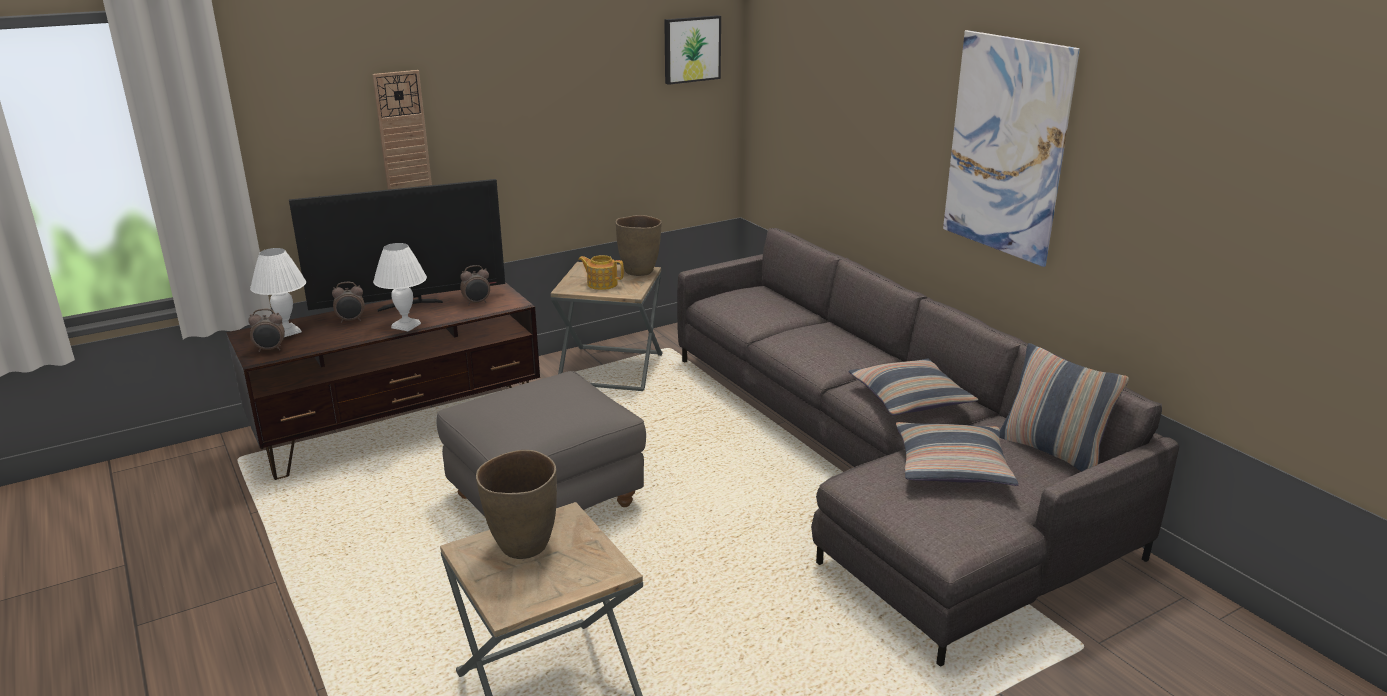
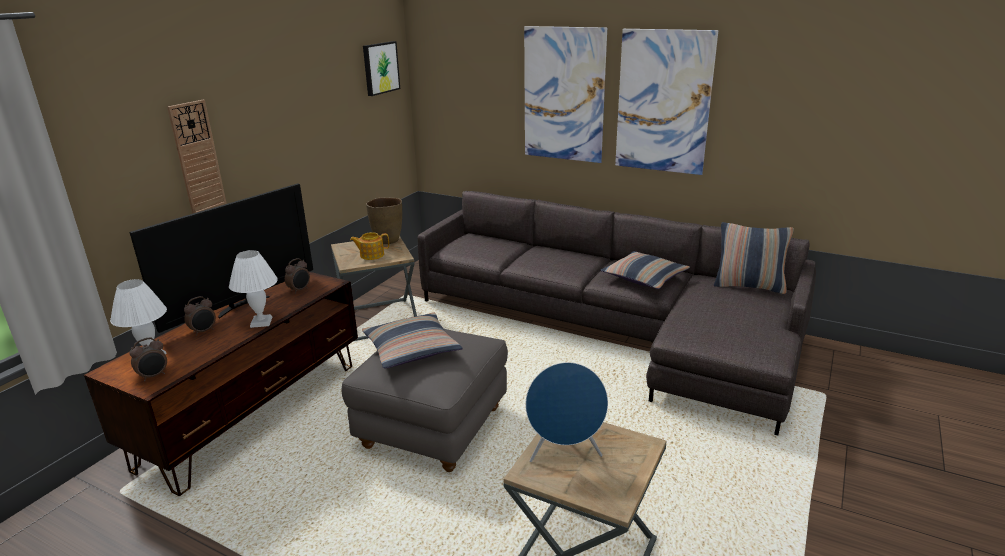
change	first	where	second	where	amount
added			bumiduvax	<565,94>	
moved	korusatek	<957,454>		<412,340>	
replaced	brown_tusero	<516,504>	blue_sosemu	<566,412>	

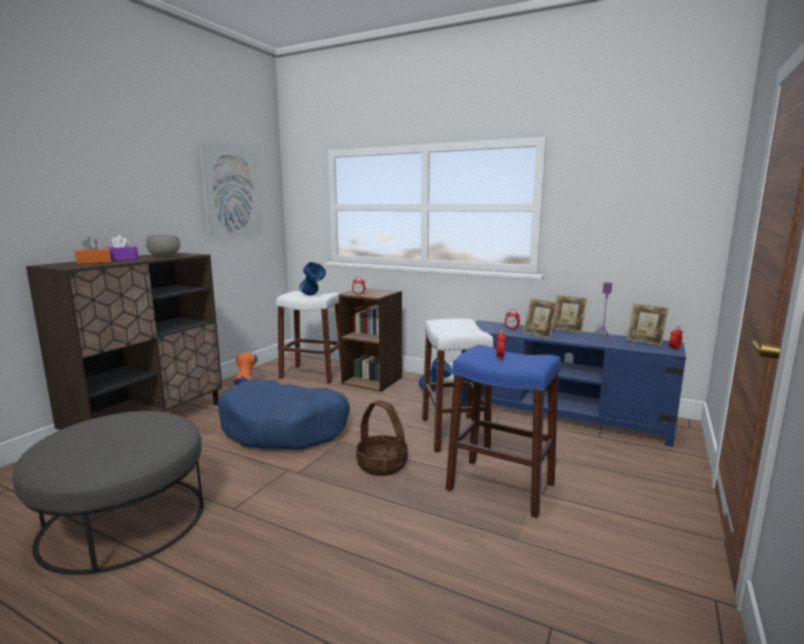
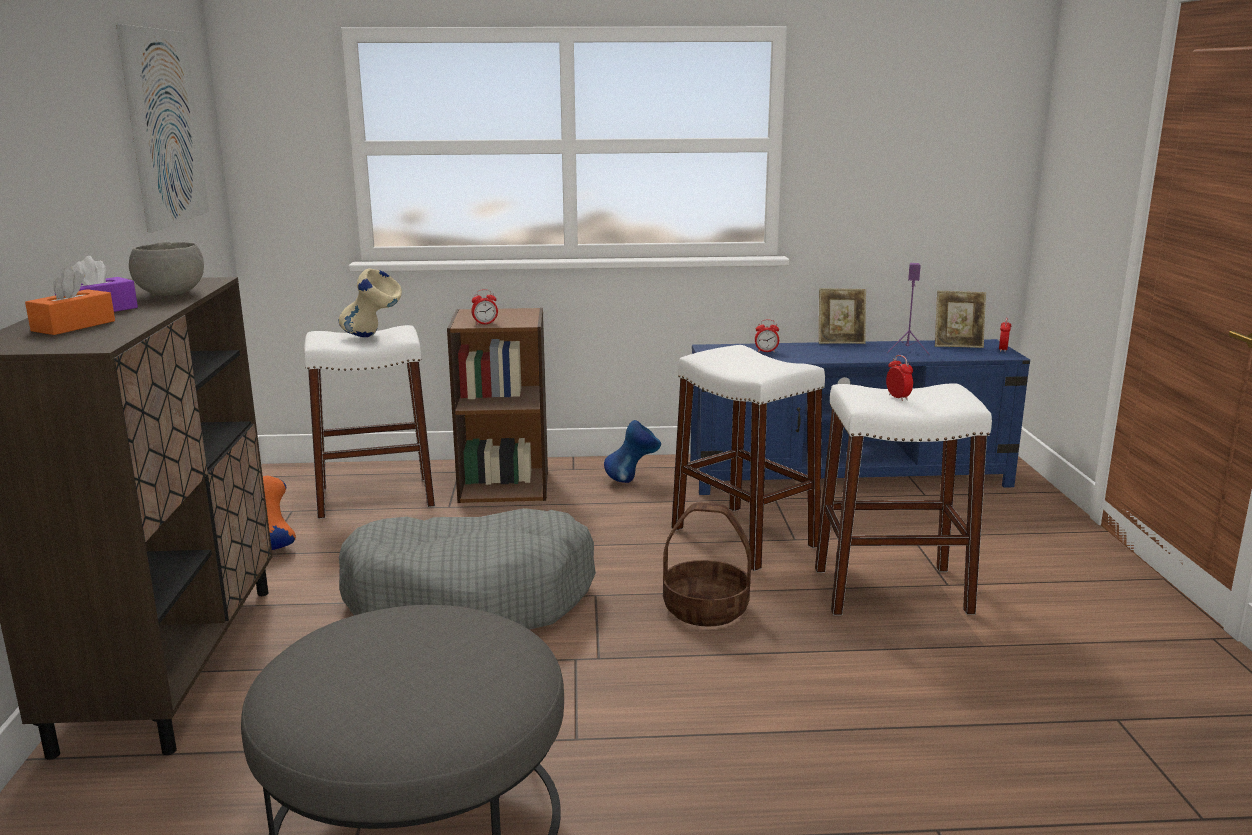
change	first	where	second	where	amount
removed	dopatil	<541,318>			
recoloured	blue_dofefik	<283,414>	grey_dofefik	<467,569>	
recoloured	blue_tusero	<312,278>	beige_tusero	<370,302>	
recoloured	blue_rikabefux	<503,431>	white_rikabefux	<903,499>	

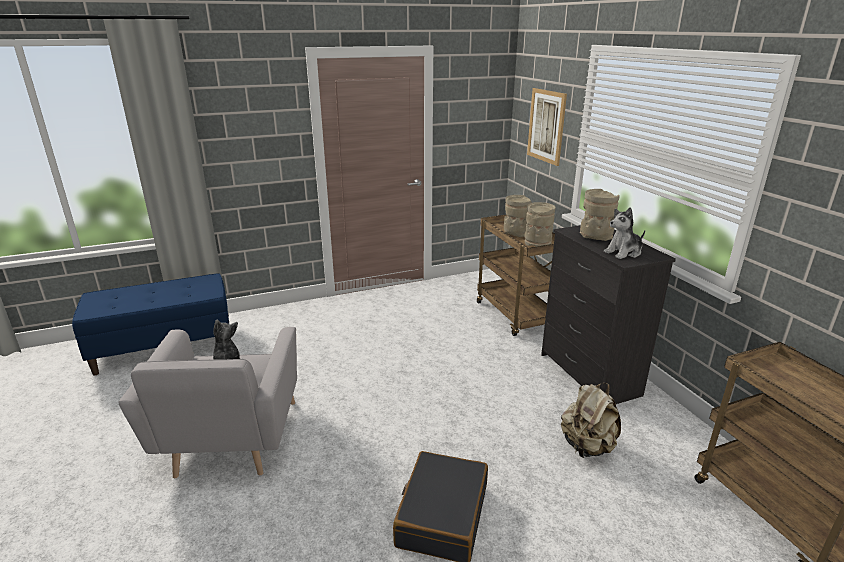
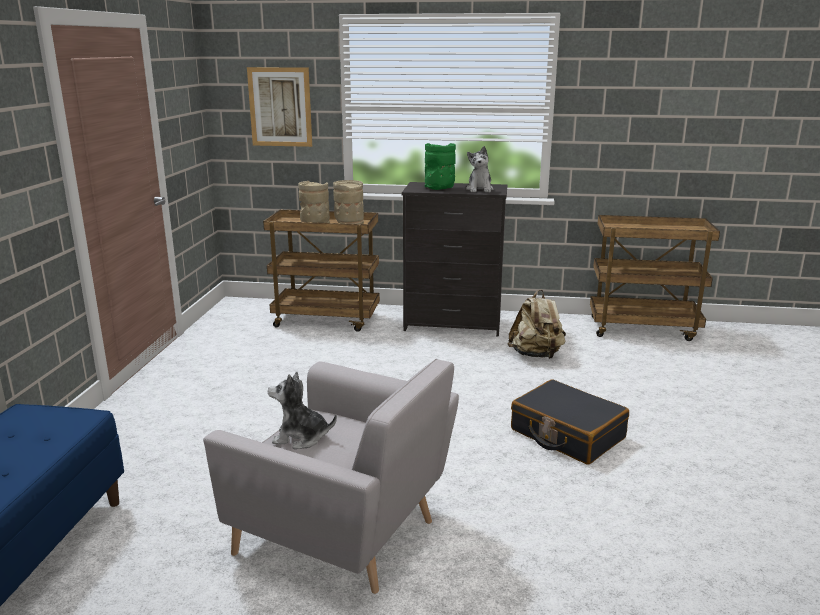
change	first	where	second	where	amount
recoloured	beige_tusero	<600,215>	green_tusero	<440,166>	

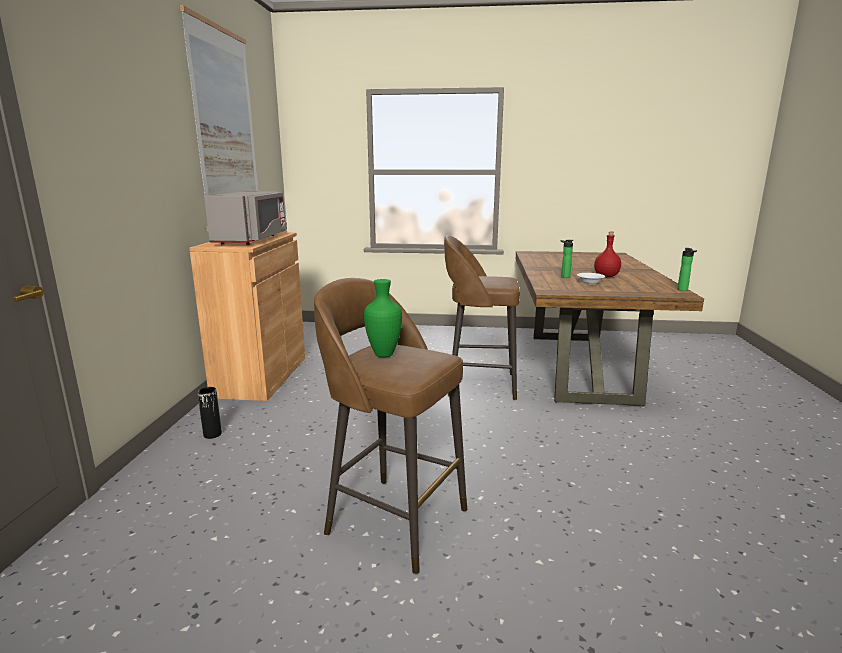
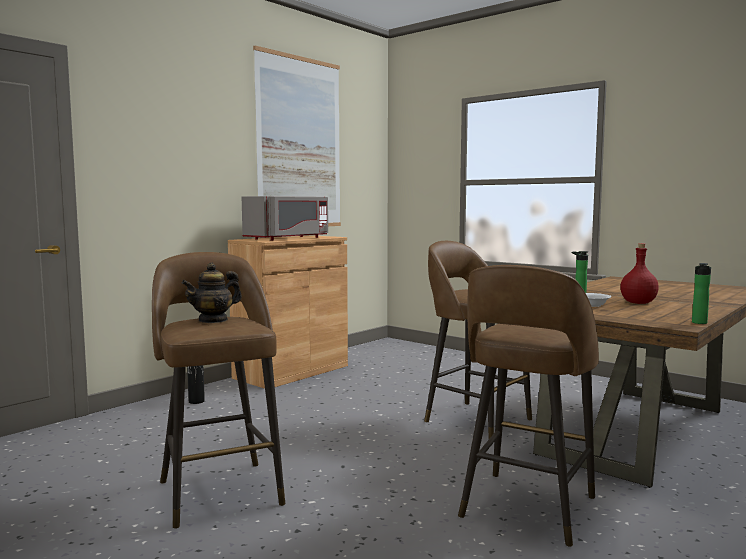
change	first	where	second	where	amount
added			brown_rikabefux	<528,406>	
replaced	green_tusero	<383,318>	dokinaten	<212,293>	

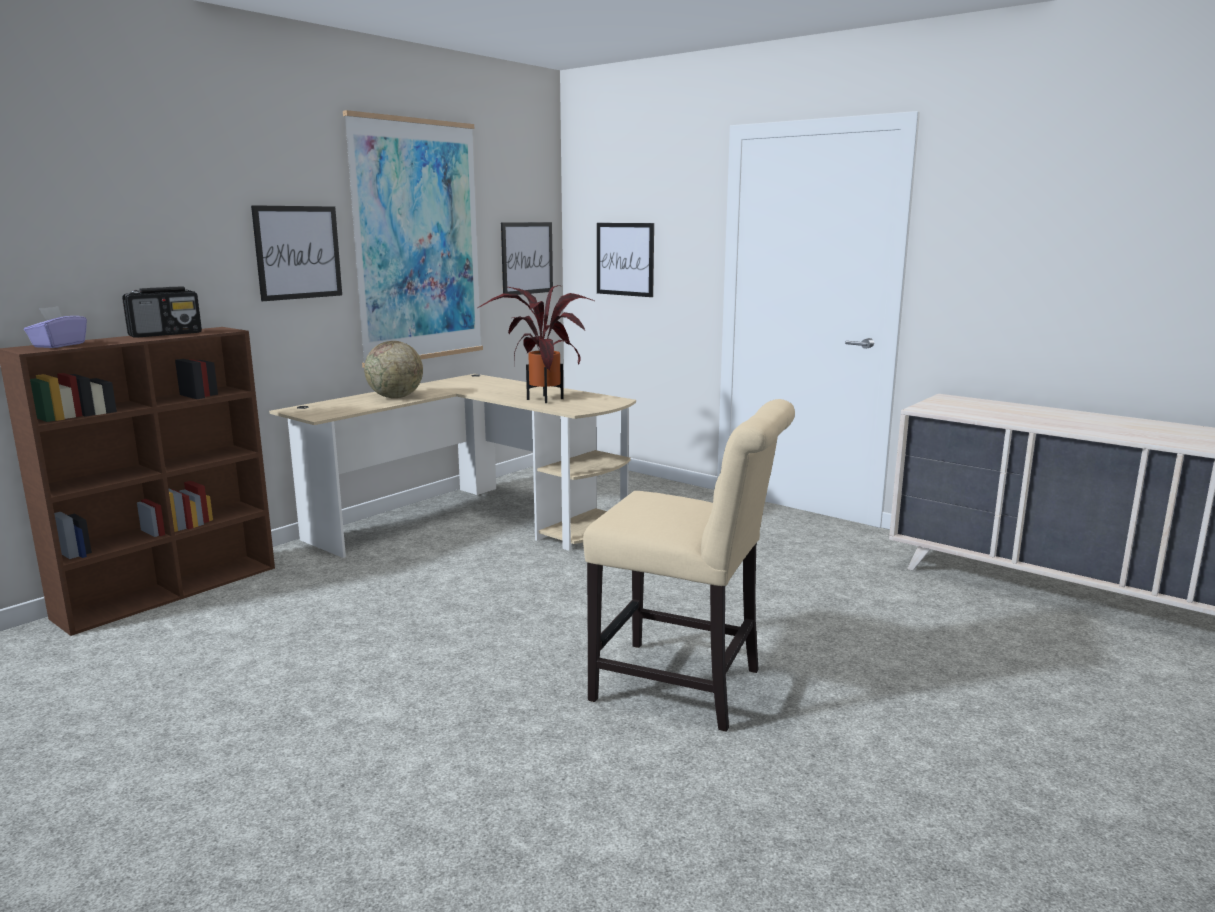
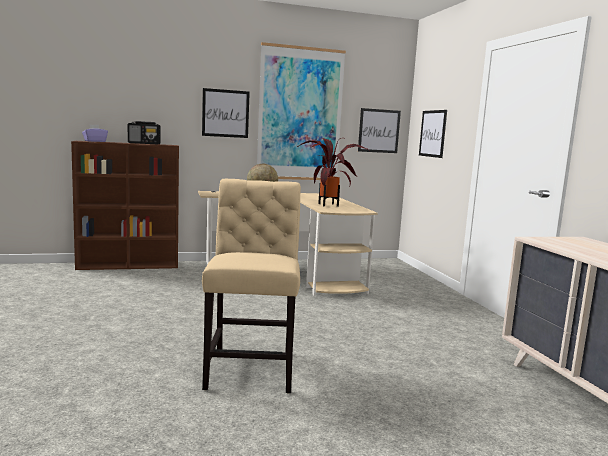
change	first	where	second	where	amount
turned	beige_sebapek	<689,565>		<251,286>	150 degrees counterclockwise

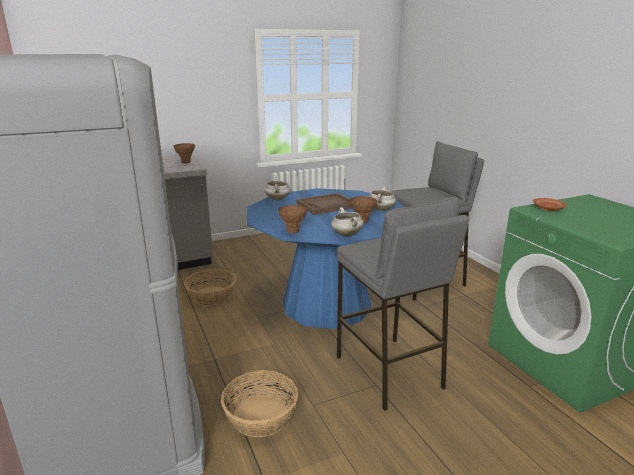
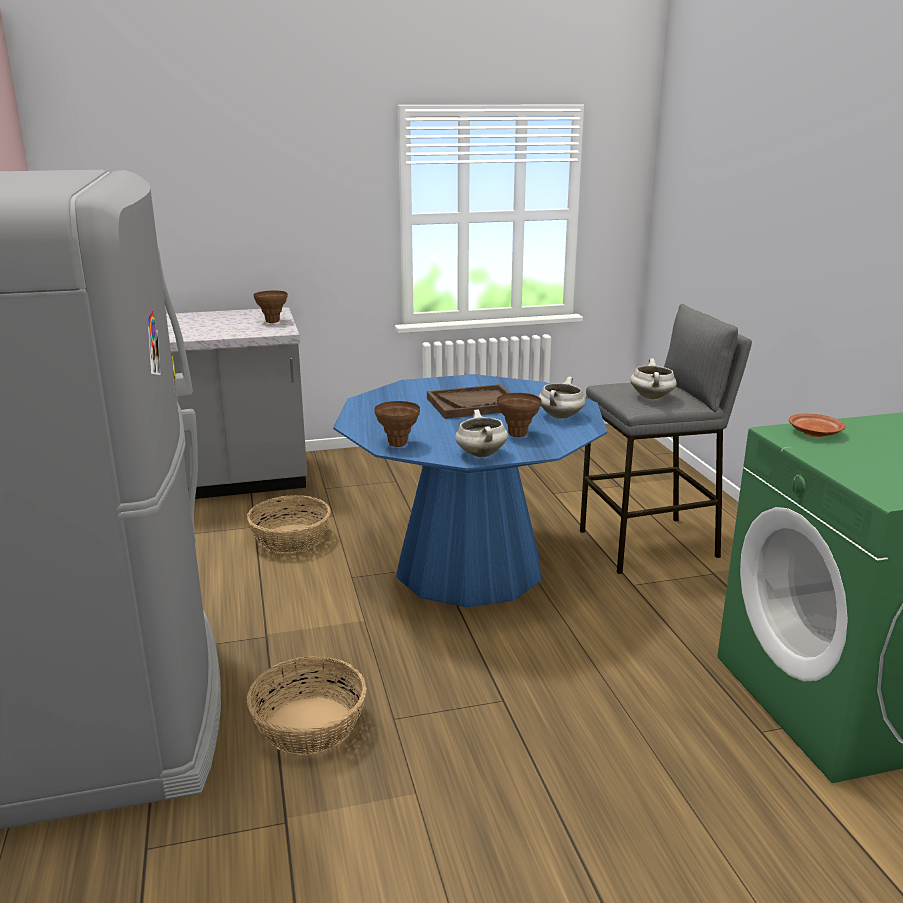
change	first	where	second	where	amount
removed	grey_rikabefux	<403,304>			
moved	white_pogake	<277,188>		<653,378>	

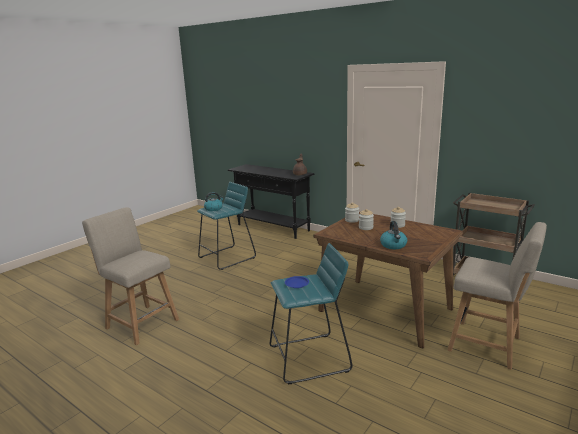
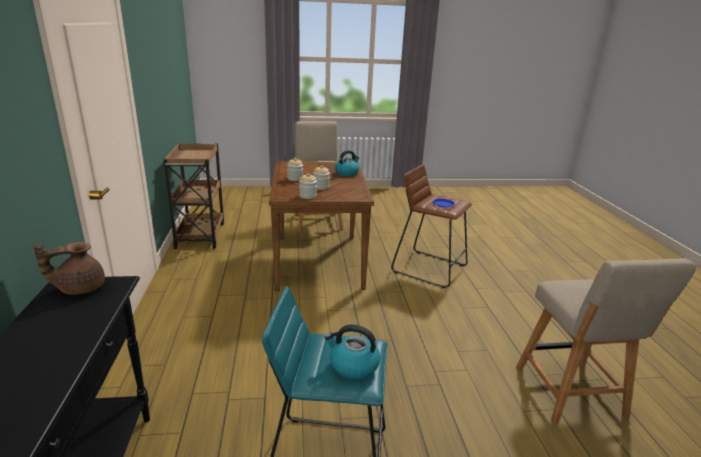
change	first	where	second	where	amount
recoloured	turquoise_rikabefux	<311,313>	brown_rikabefux	<431,226>	

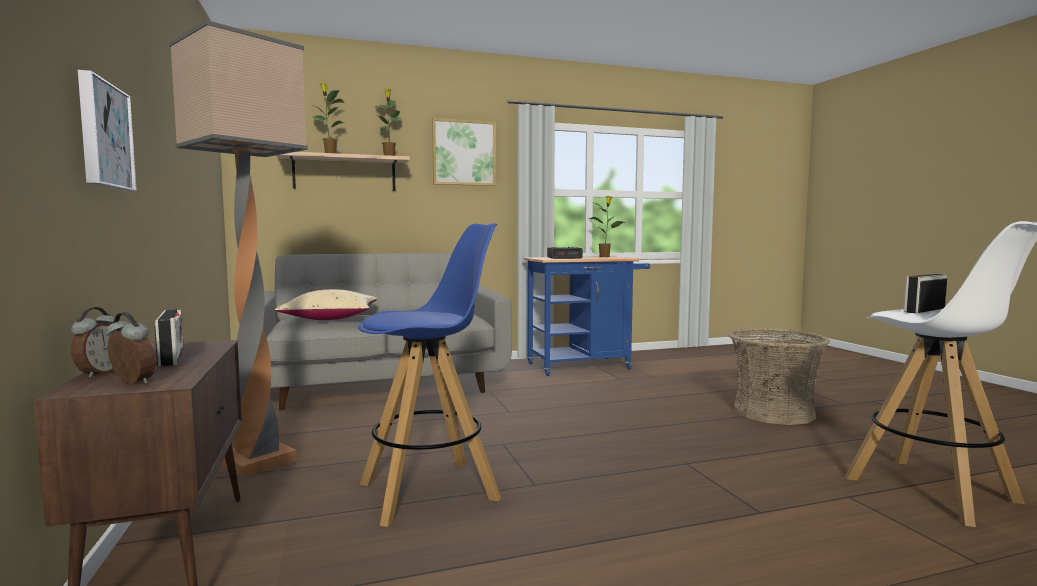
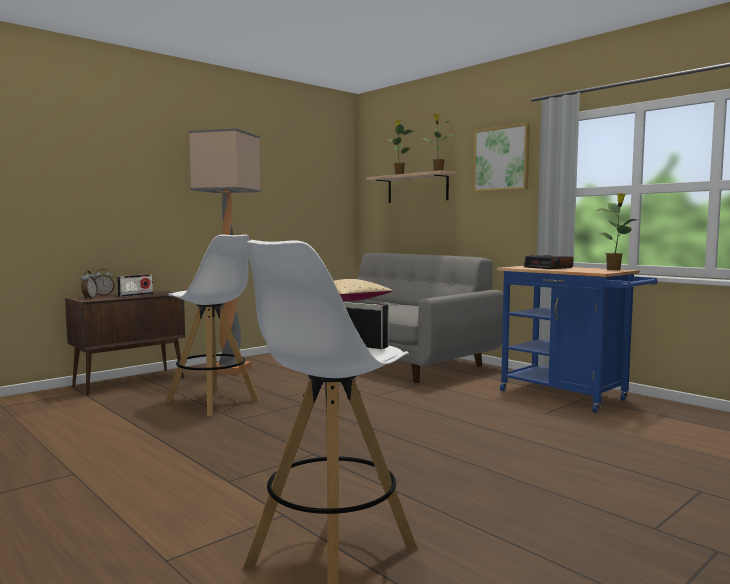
change	first	where	second	where	amount
removed	bumiduvax	<107,130>			
removed	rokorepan	<779,376>			
recoloured	blue_rikabefux	<429,375>	white_rikabefux	<212,325>	

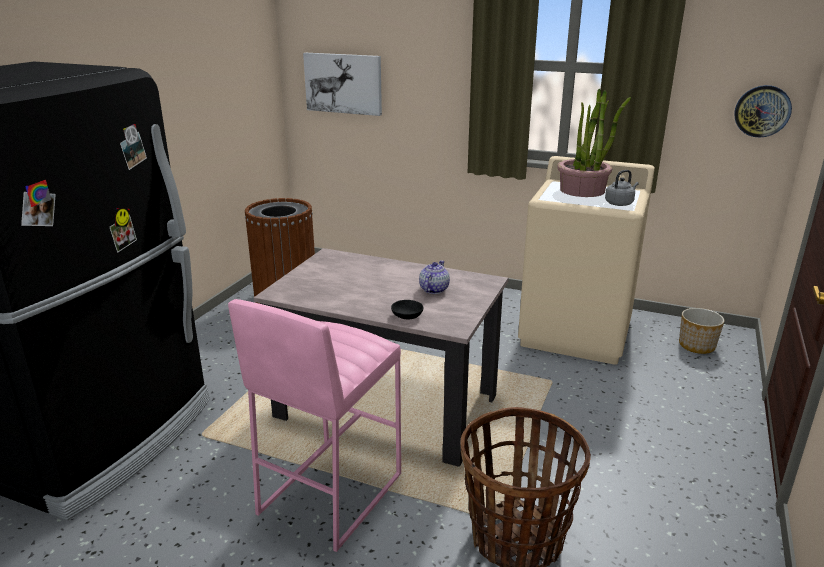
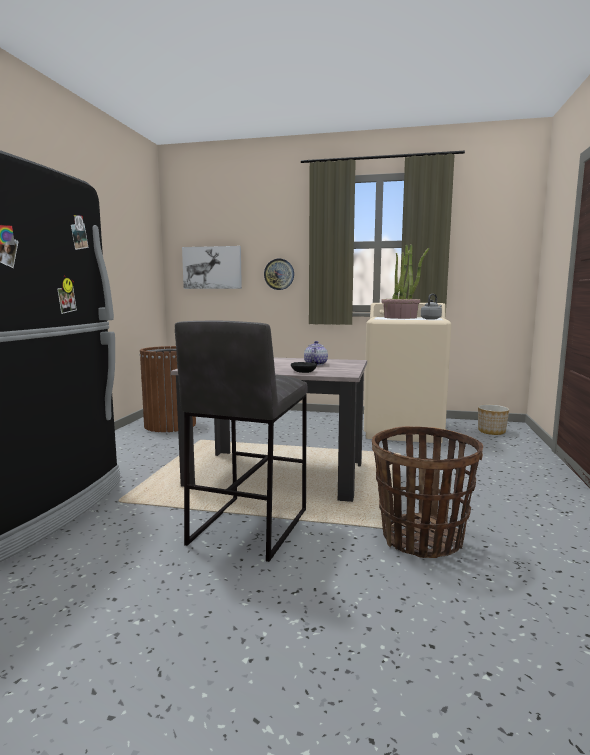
change	first	where	second	where	amount
moved	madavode	<763,111>		<279,274>	
recoloured	pink_rikabefux	<314,425>	grey_rikabefux	<241,441>	

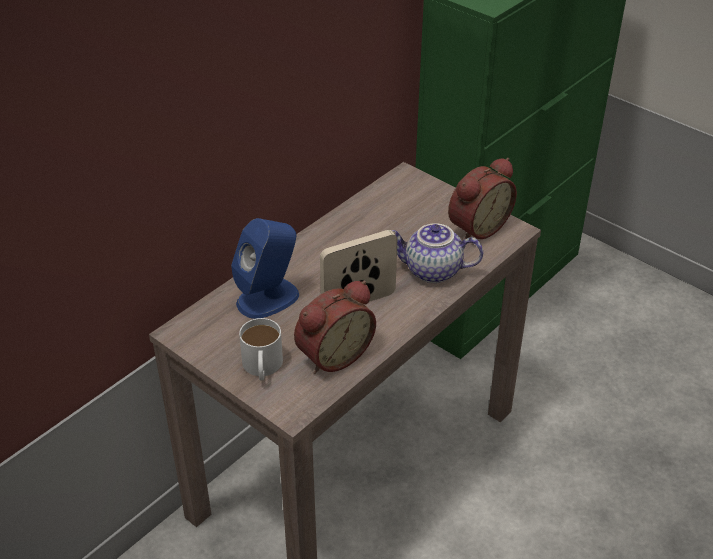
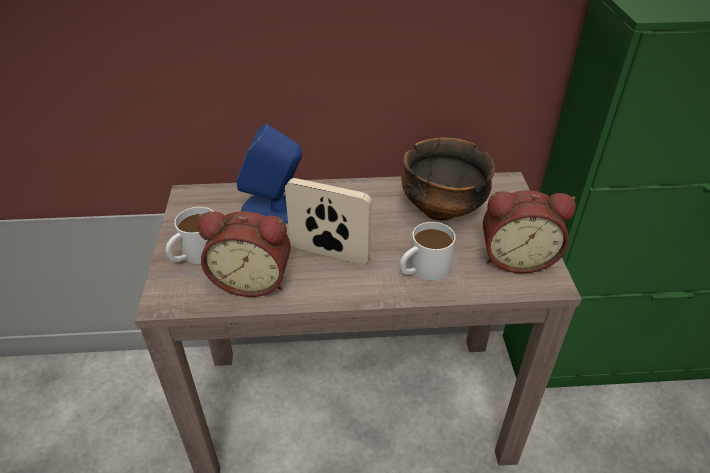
change	first	where	second	where	amount
added			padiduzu	<448,179>	
replaced	dokinaten	<437,253>	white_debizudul	<428,251>	

